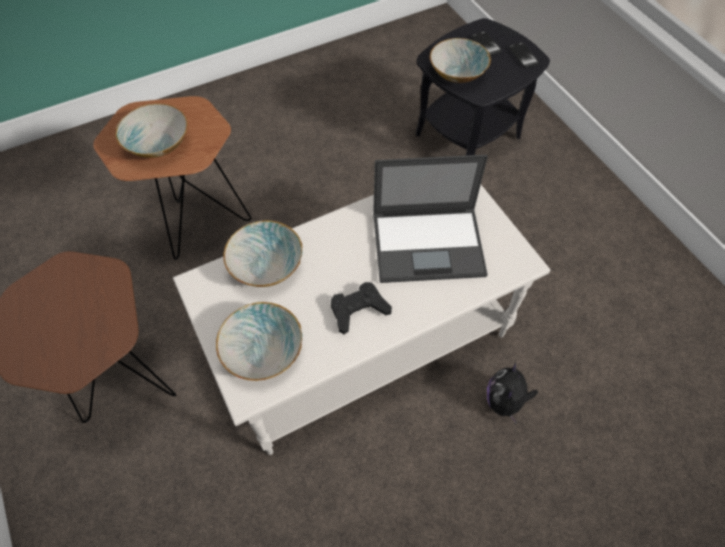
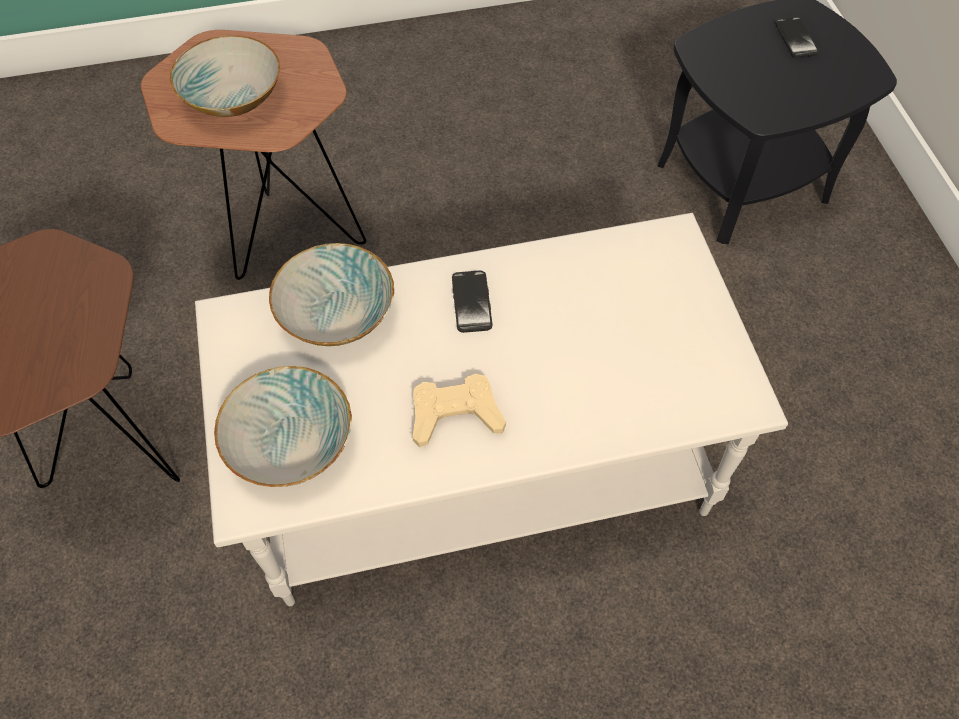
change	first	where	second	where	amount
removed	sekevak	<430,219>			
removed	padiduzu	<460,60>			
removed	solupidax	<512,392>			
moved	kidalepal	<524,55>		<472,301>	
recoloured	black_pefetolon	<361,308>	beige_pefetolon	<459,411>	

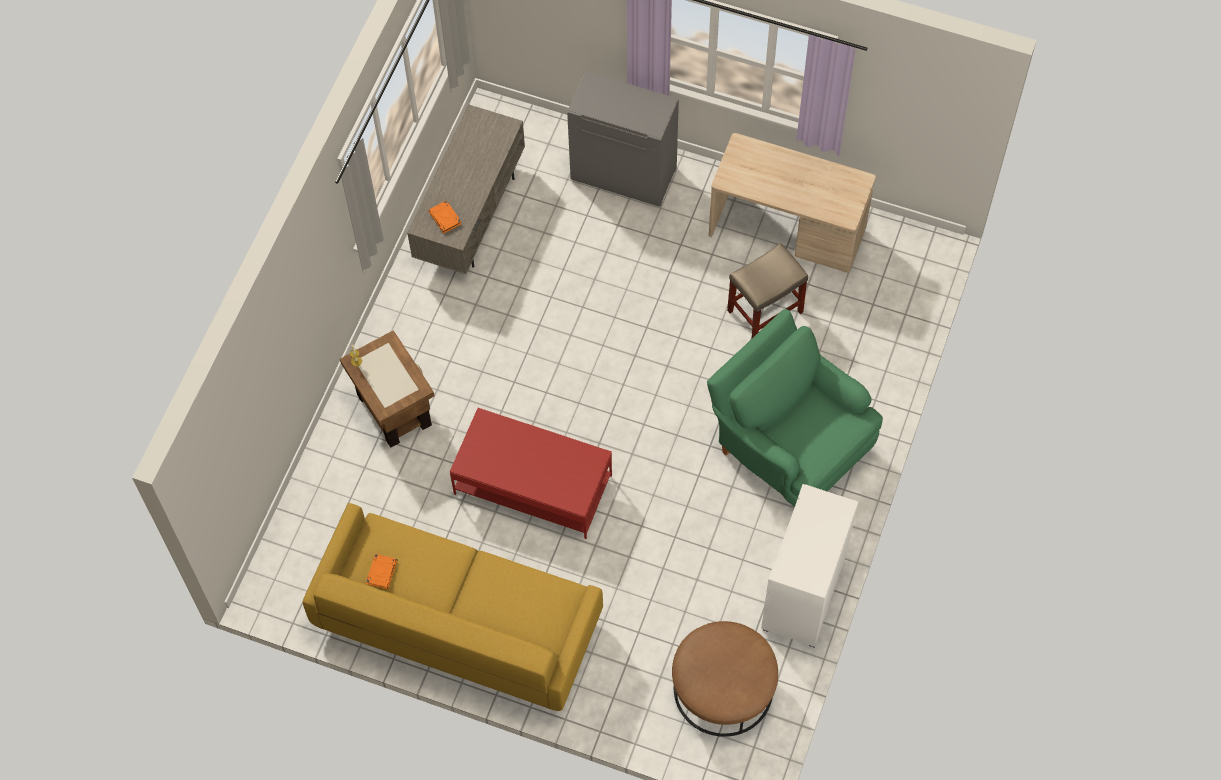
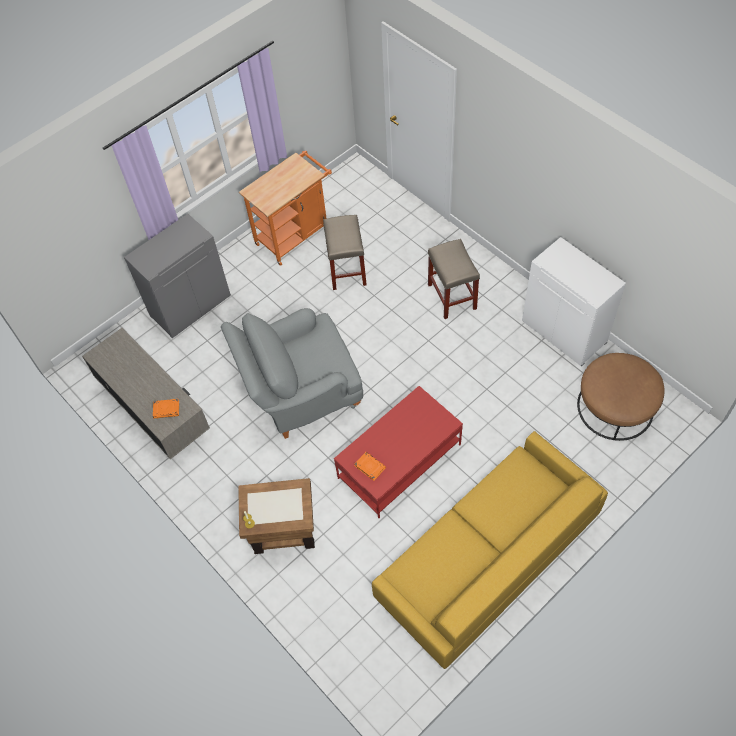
change	first	where	second	where	amount
added			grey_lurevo	<292,373>	
moved	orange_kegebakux	<381,571>		<370,466>	
replaced	green_lurevo	<795,408>	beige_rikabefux	<454,279>	
replaced	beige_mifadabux	<792,203>	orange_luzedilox	<285,208>	

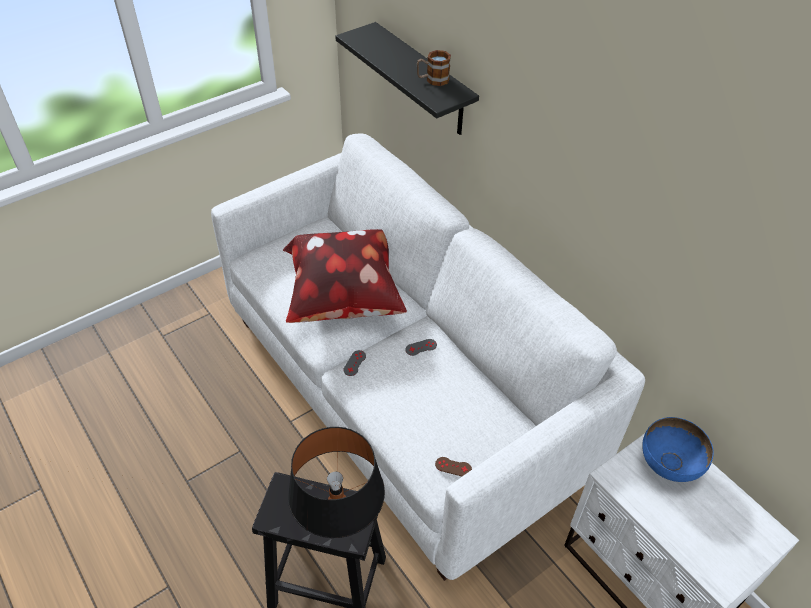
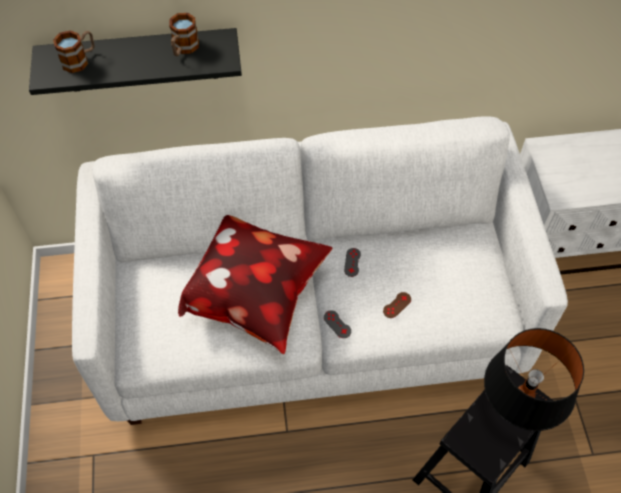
change	first	where	second	where	amount
removed	blue_padiduzu	<678,449>			
added			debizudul	<74,51>	
moved	brown_pefetolon	<453,466>		<397,305>	

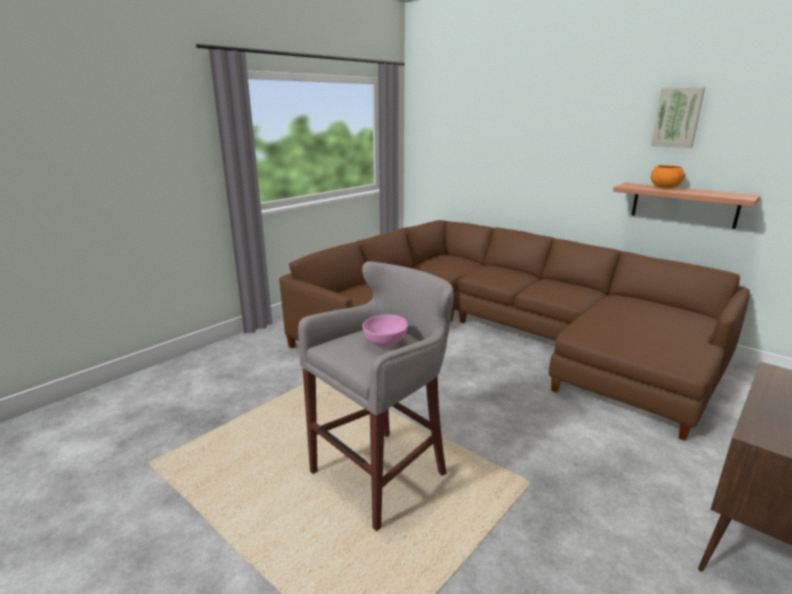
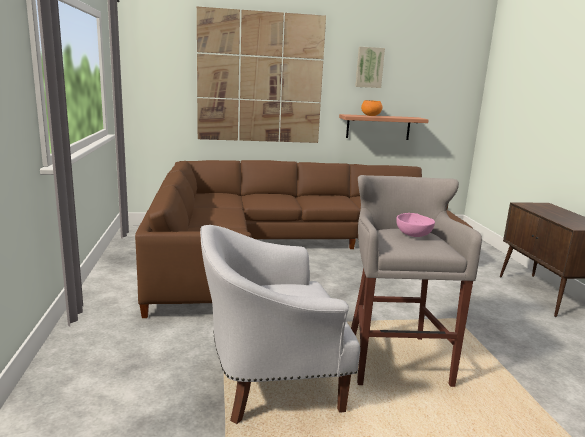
change	first	where	second	where	amount
added			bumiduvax	<261,75>	
added			white_lurevo	<280,324>	

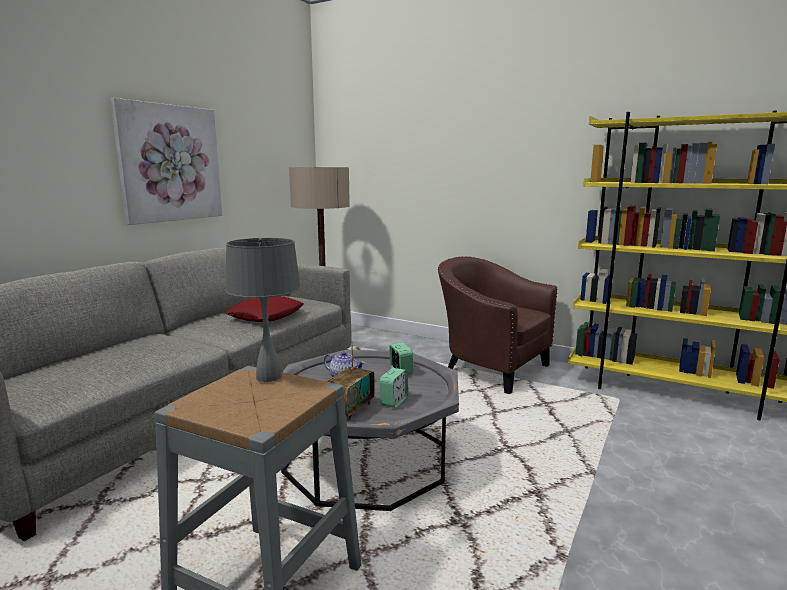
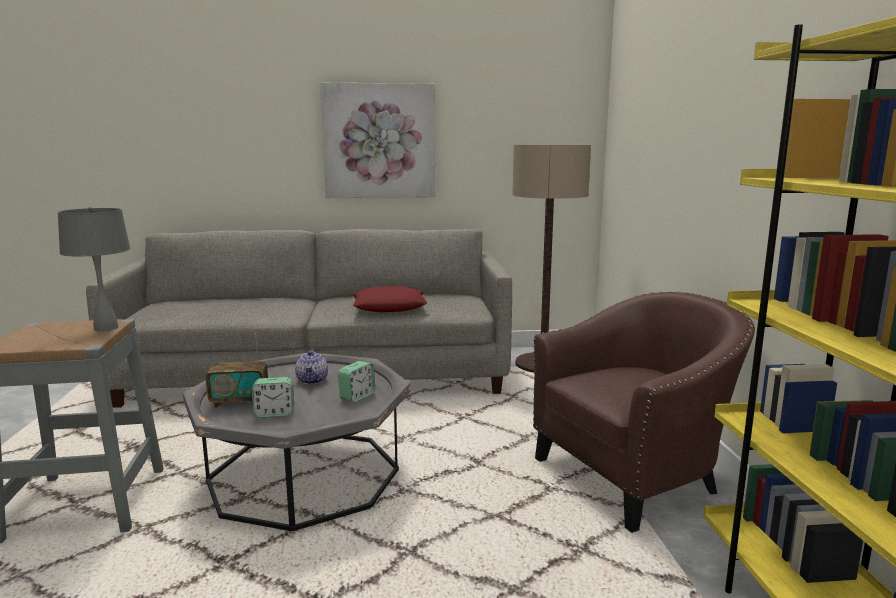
change	first	where	second	where	amount
turned	brown_lurevo	<498,325>		<644,412>	60 degrees clockwise

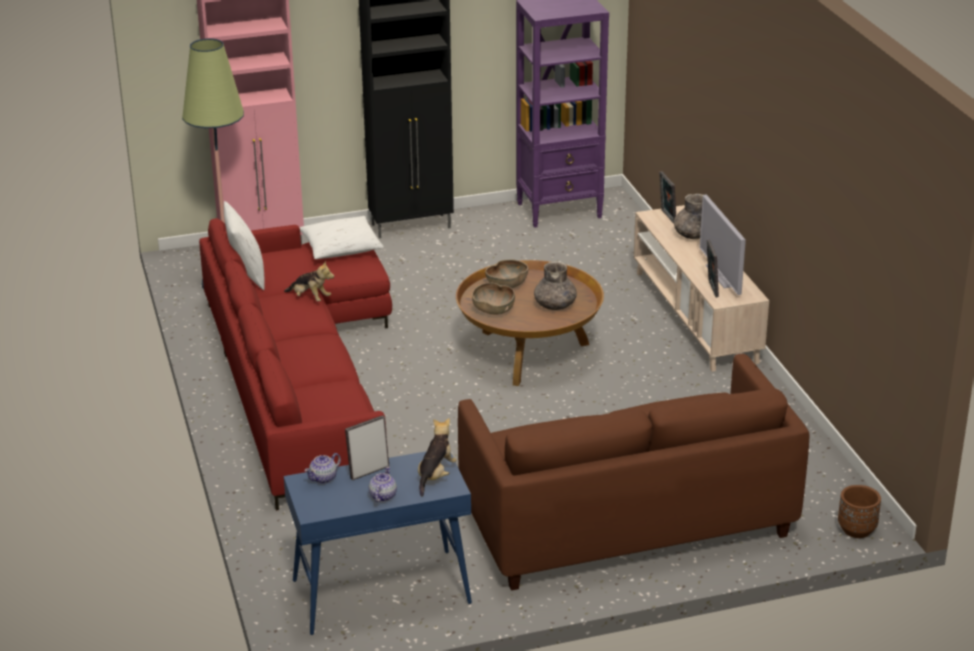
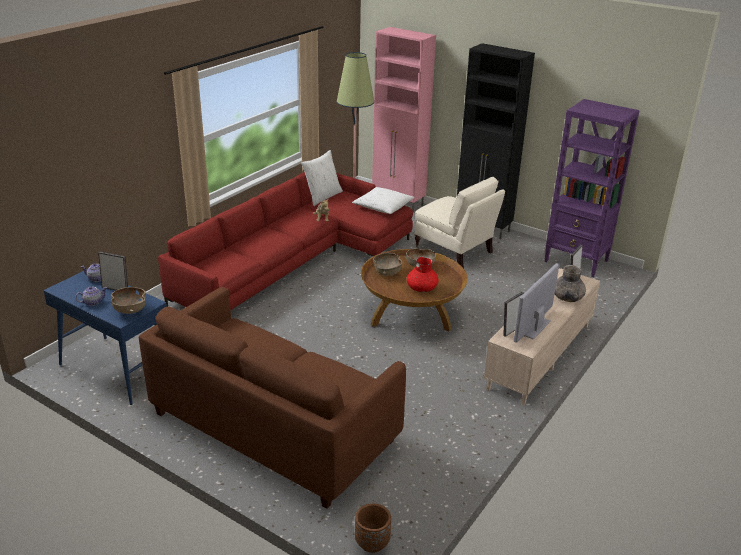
change	first	where	second	where	amount
added			beige_lurevo	<460,222>	
replaced	solupidax	<437,457>	brown_padiduzu	<128,300>	
recoloured	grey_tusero	<555,285>	red_tusero	<423,274>	

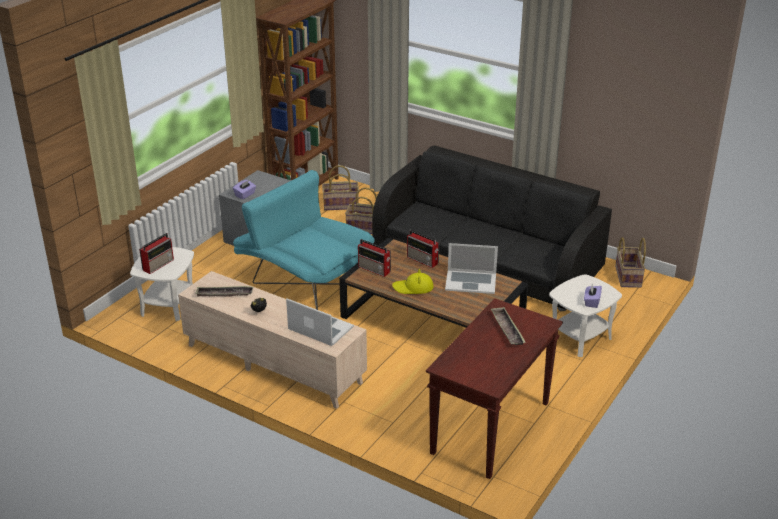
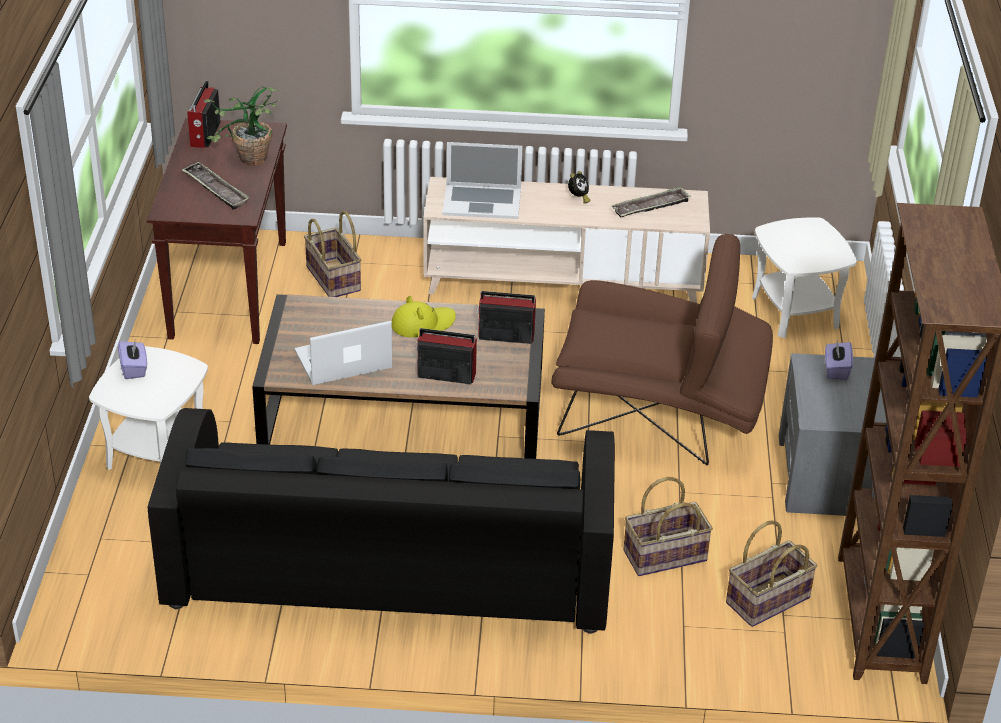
change	first	where	second	where	amount
added			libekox	<242,126>	
moved	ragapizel	<156,253>		<204,114>	
moved	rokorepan	<630,262>		<332,254>	
recoloured	turquoise_lurevo	<304,240>	brown_lurevo	<662,349>	

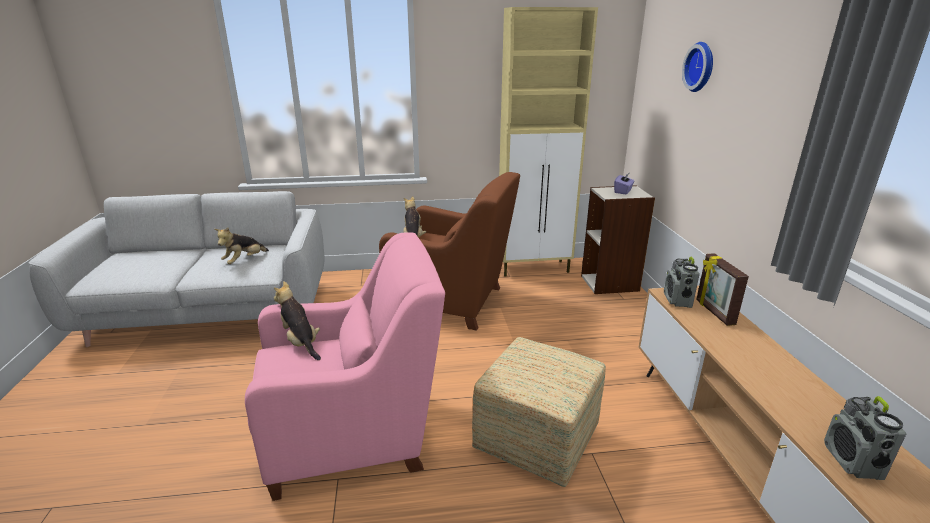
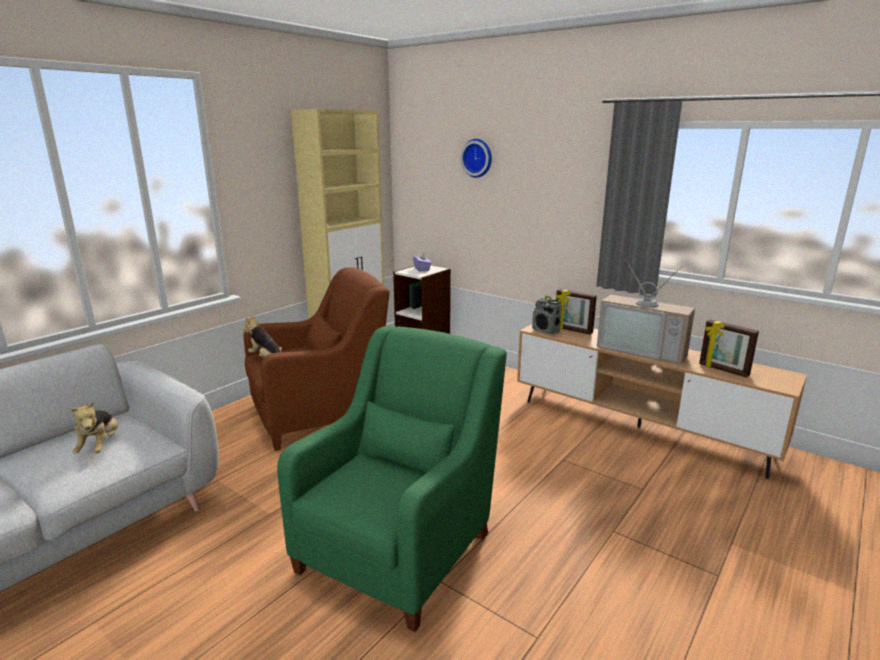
change	first	where	second	where	amount
removed	solupidax	<297,320>			
removed	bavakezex	<539,412>			
added			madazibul	<646,312>	
replaced	ragapizel	<865,438>	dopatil	<729,348>	
recoloured	pink_lurevo	<345,366>	green_lurevo	<392,479>	

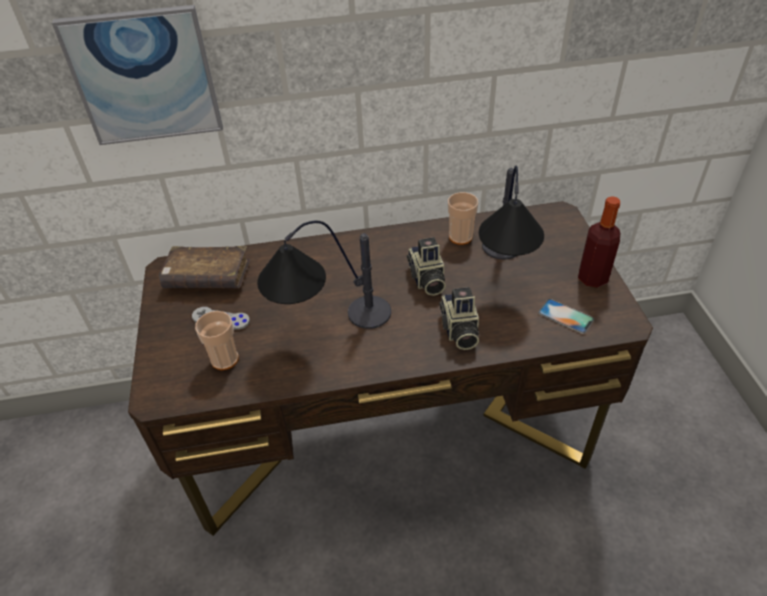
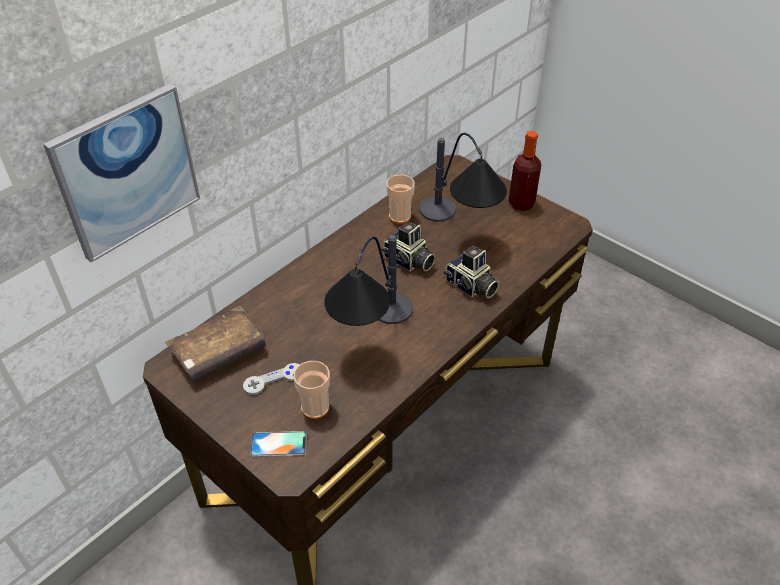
change	first	where	second	where	amount
moved	kidalepal	<566,316>		<278,444>	

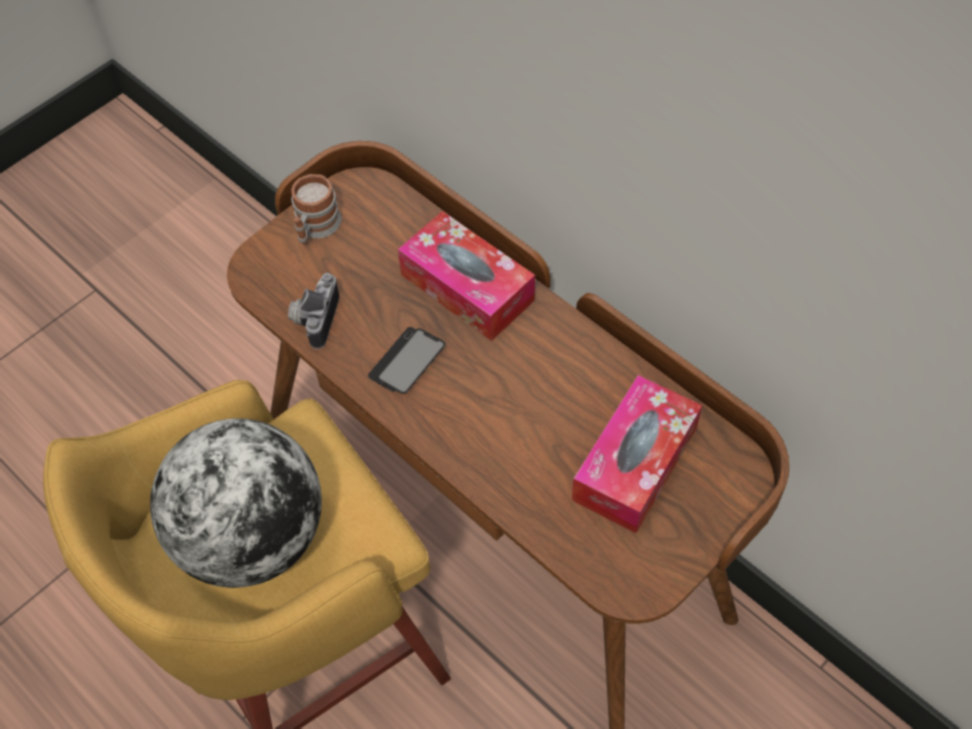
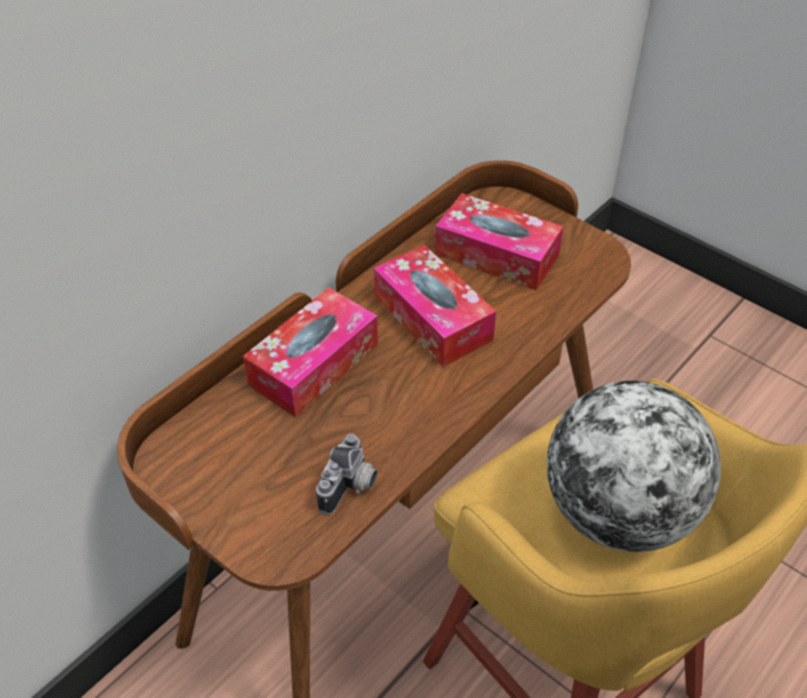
change	first	where	second	where	amount
removed	debizudul	<316,209>			
removed	kidalepal	<407,360>			
added			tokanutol	<435,306>	
turned	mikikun	<313,311>		<346,474>	75 degrees counterclockwise

